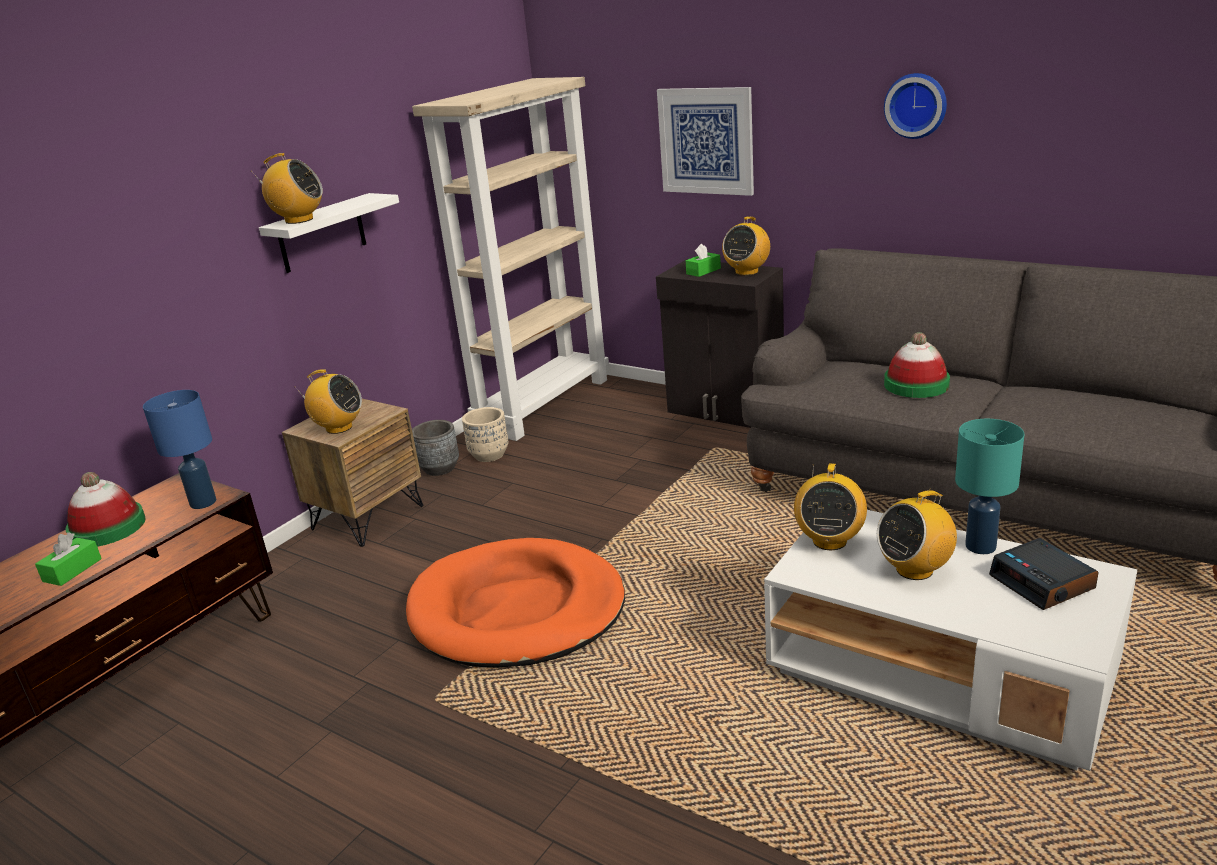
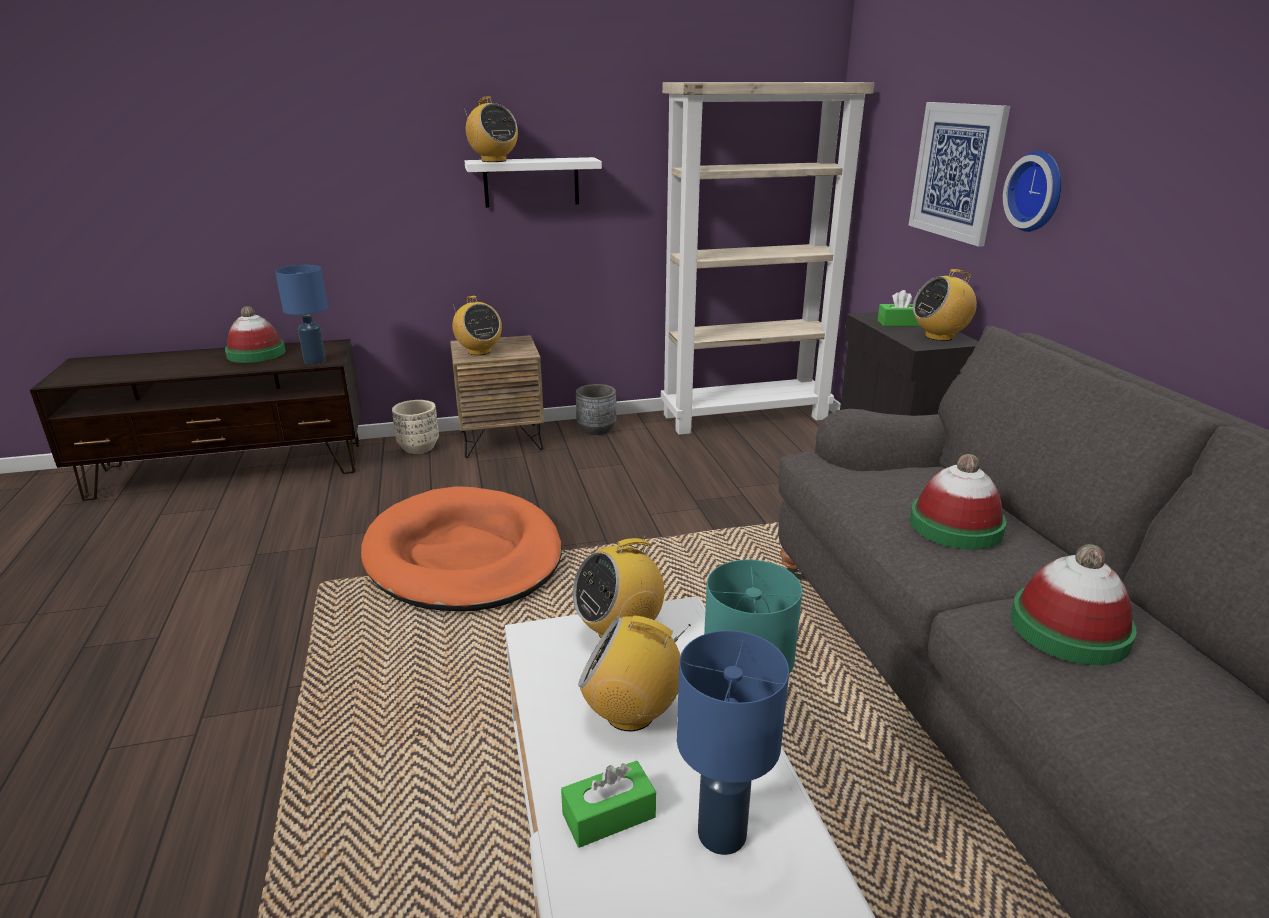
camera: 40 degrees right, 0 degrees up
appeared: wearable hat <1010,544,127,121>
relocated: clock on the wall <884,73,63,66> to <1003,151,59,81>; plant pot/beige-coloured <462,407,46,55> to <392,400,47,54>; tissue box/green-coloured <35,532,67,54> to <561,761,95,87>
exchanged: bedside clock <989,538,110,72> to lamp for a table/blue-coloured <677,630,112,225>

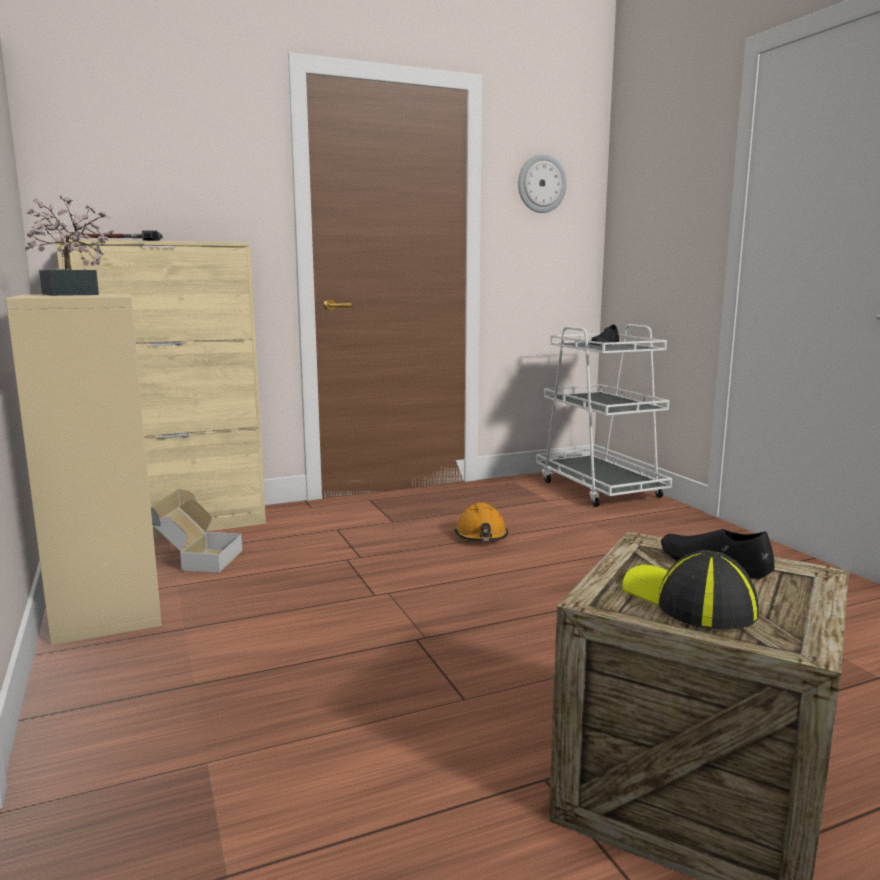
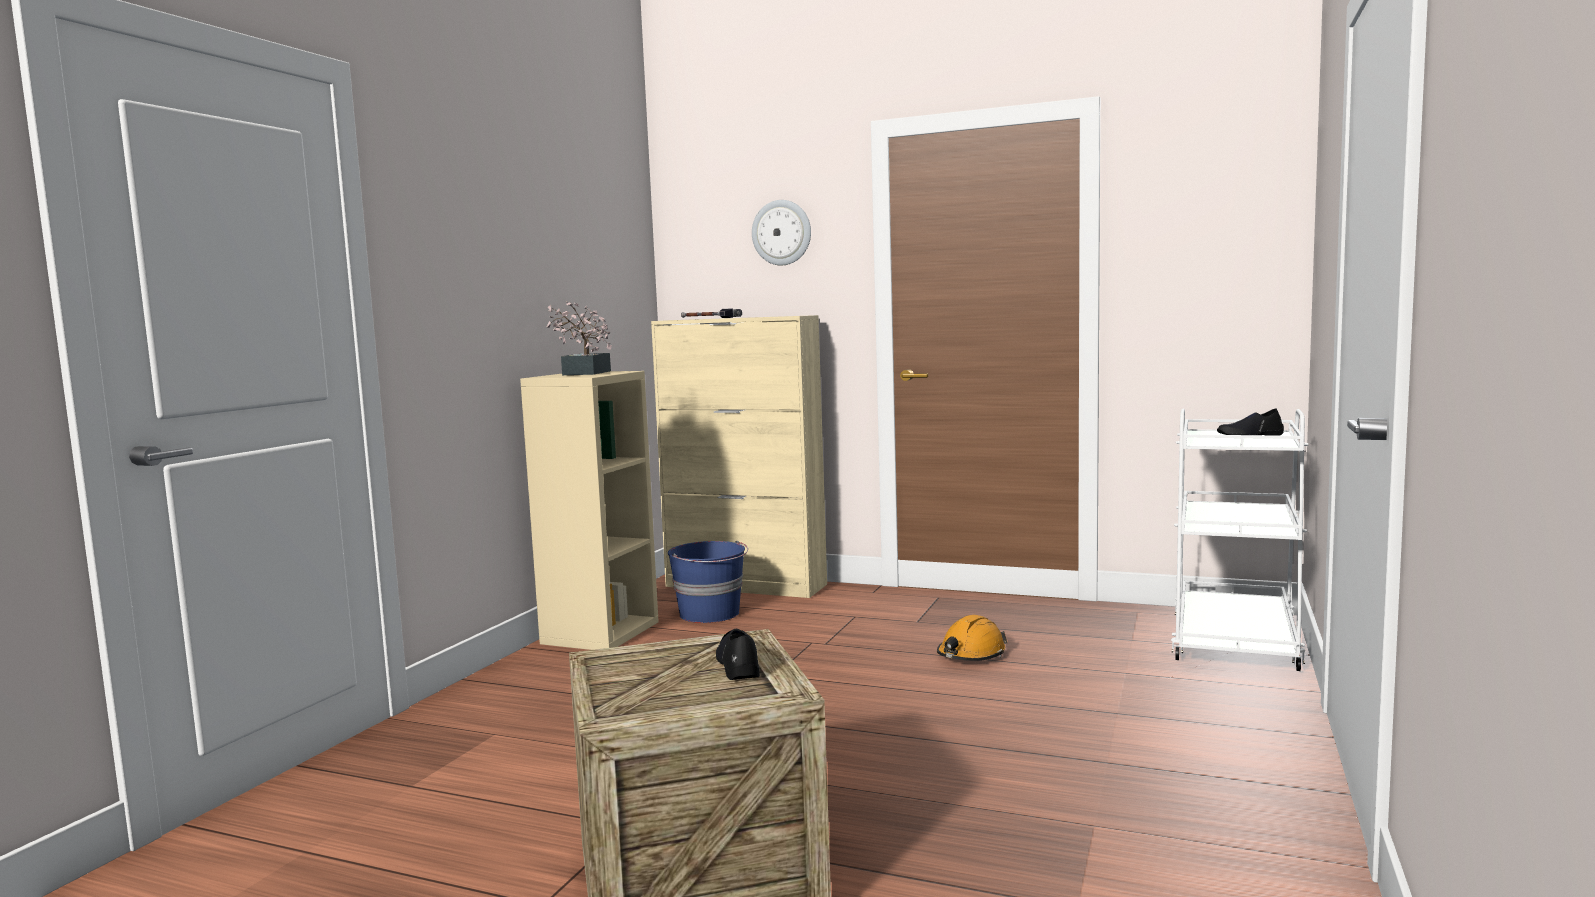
camera: 45 degrees right, 5 degrees down
missing: baseball cap <622,550,137,80>
relocated: clock on the wall <518,154,49,59> to <752,200,59,65>
exchanged: cardboard box <151,489,92,84> to pail/blue-coloured <668,541,80,82>

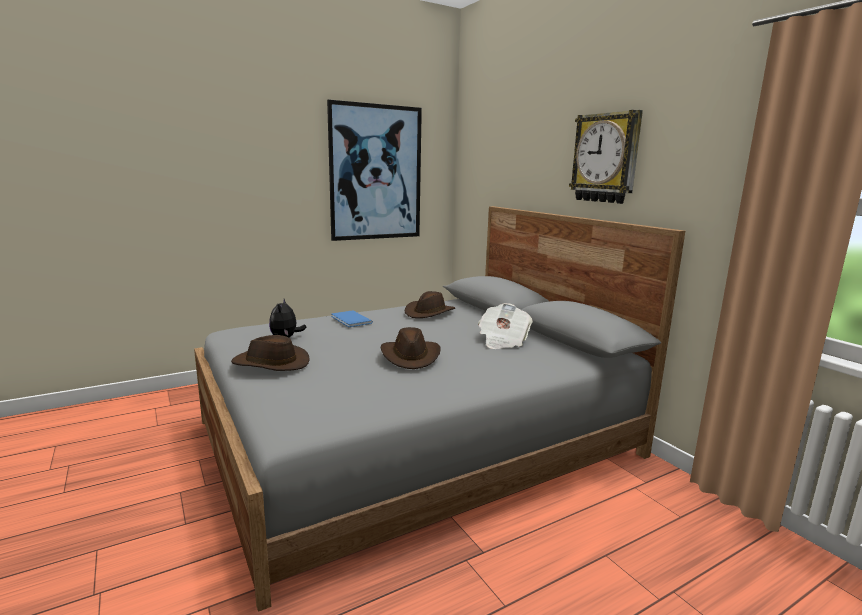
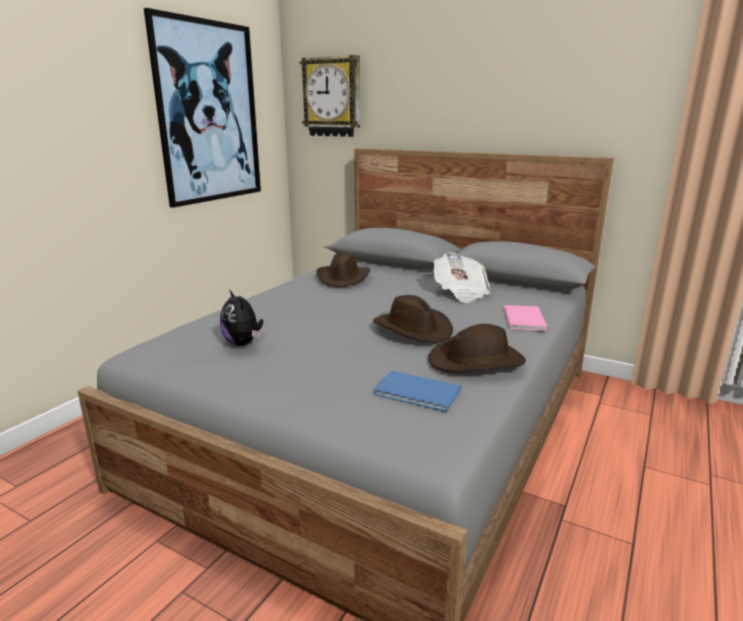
camera: 30 degrees left, 5 degrees up
appeared: book/pinkish <504,305,43,26>
relocated: clock on the wall <569,110,74,94> to <300,55,60,82>; book/blue-coloured <331,310,42,17> to <374,371,87,41>; wearable hat/brown <231,335,79,36> to <428,324,98,49>

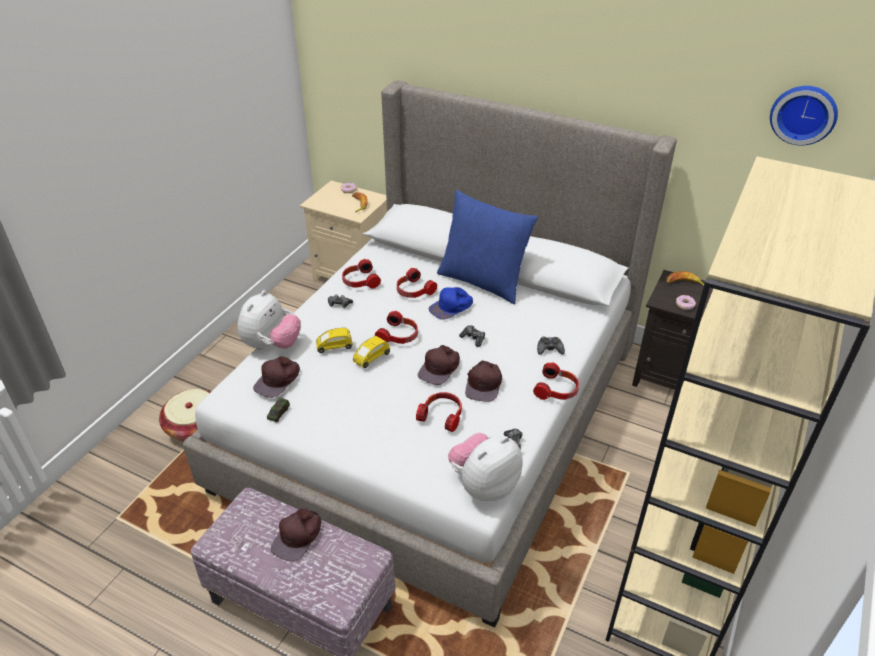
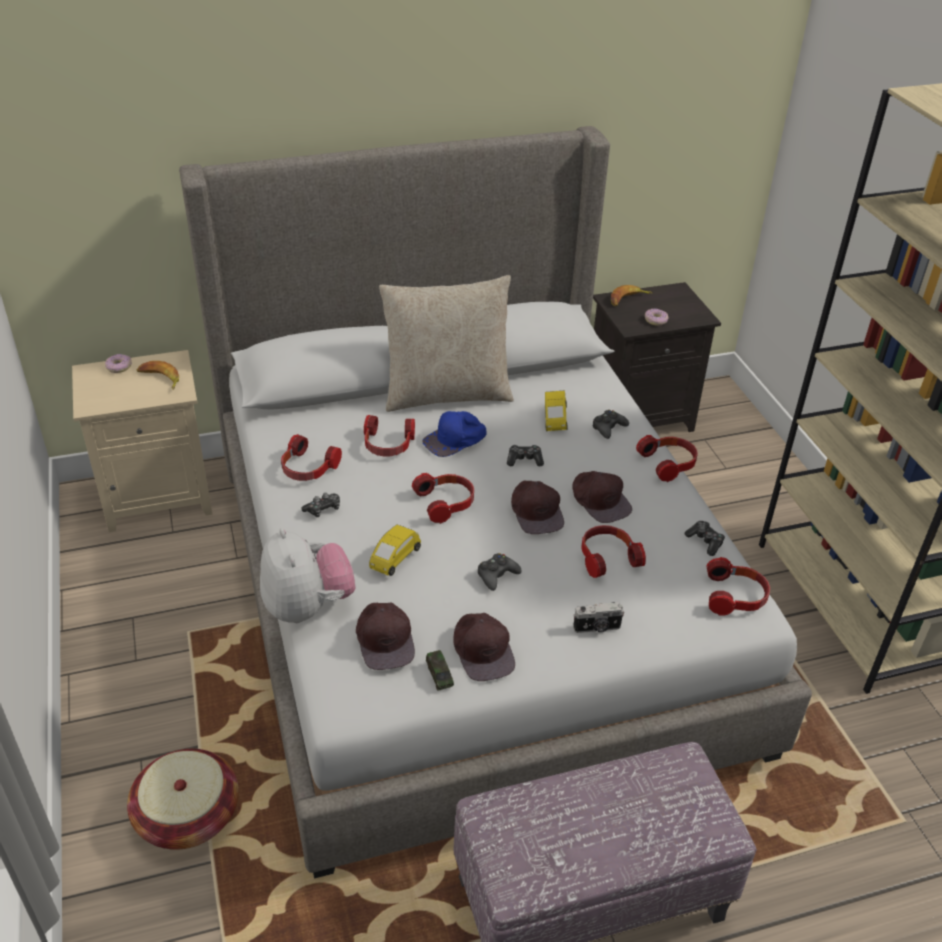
camera: 45 degrees left, 0 degrees up
missing: clock on the wall <770,86,68,60>
appeared: joypad/black <478,553,44,38>; still camera <573,602,51,31>
relocated: miniature car/yellow <353,336,37,32> to <545,391,23,40>; baseball cap/brown <271,509,50,52> to <453,613,62,68>
exchanged: cuddly toy <448,433,75,68> to headphones <706,557,64,58>
colour: pillow/blue-coloured <437,190,101,114> to pillow/beige-coloured <379,275,135,137>
spun: baseball cap/blue-coloured <429,287,44,33> = <422,411,65,46> 45 degrees clockwise

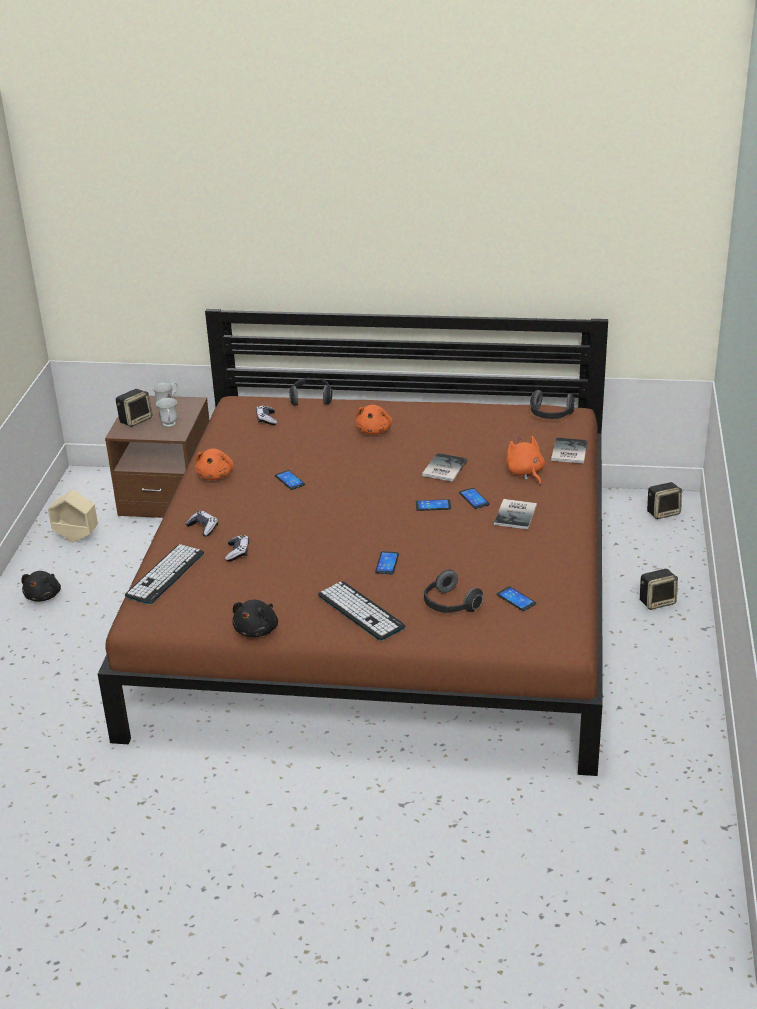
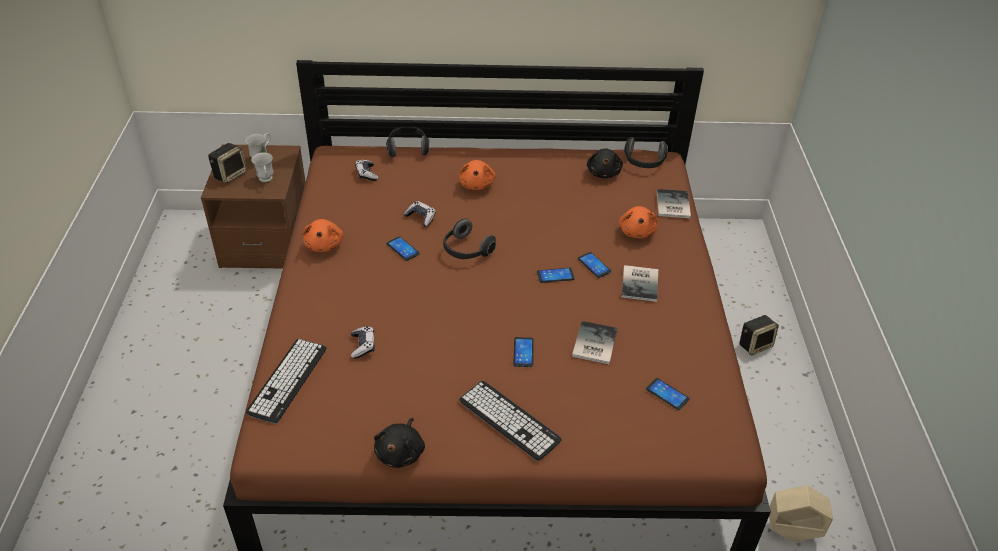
camera: 10 degrees left, 10 degrees up
missing: speaker <647,482,35,37>
relocated: book <422,453,46,29> to <572,321,46,43>; plant pot/beige-coloured <48,490,50,53> to <769,485,64,57>; joypad <186,511,32,26> to <404,201,32,26>; headphones <424,570,59,43> to <443,218,53,41>; cuddly toy/black <21,571,40,31> to <587,148,36,30>
spun: cuddly toy/orange <506,436,39,49> = <619,206,39,32> 150 degrees counterclockwise

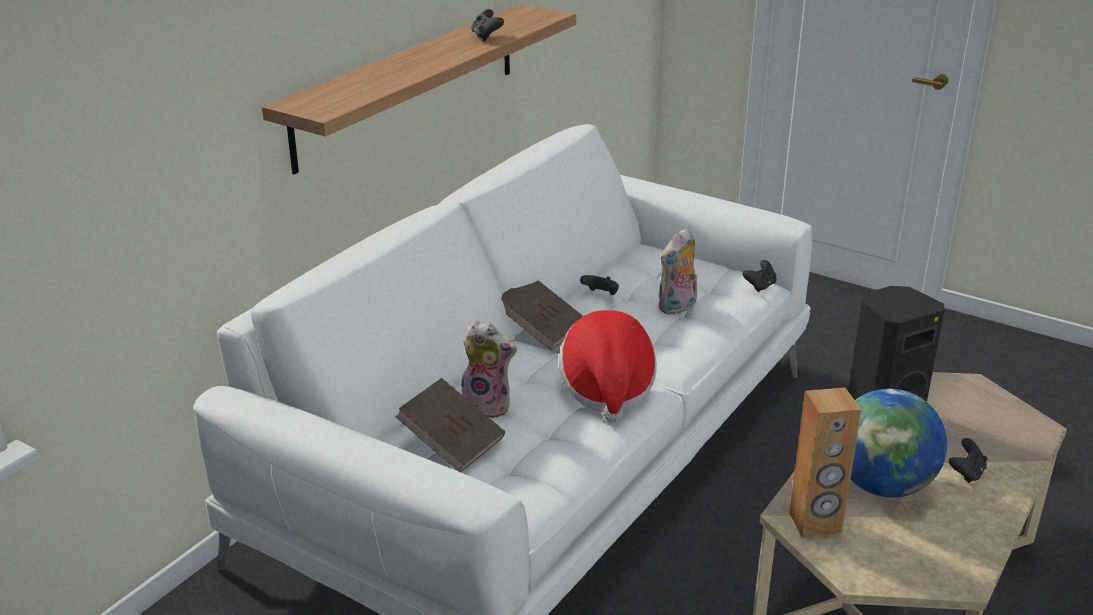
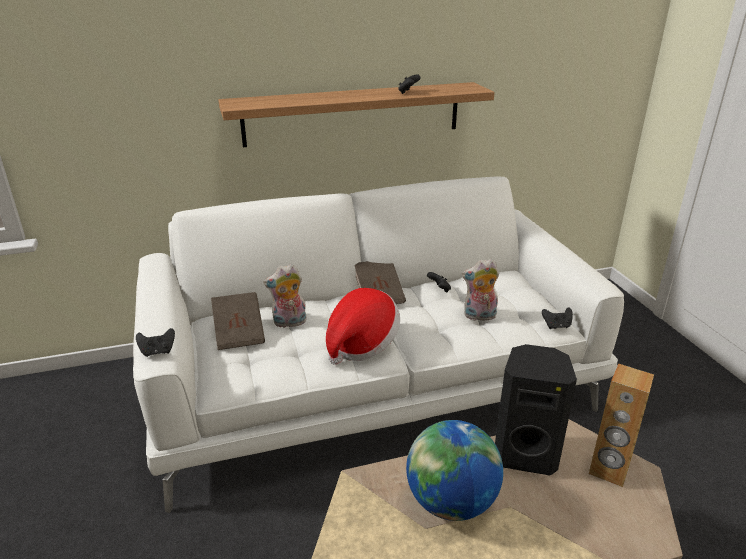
camera: 40 degrees right, 0 degrees up
relocated: speaker/brown <789,387,73,151> to <589,364,65,123>; joypad/black <949,438,38,45> to <136,328,39,29>
spun: cuddly toy <461,321,56,98> = <263,264,44,64> 105 degrees clockwise

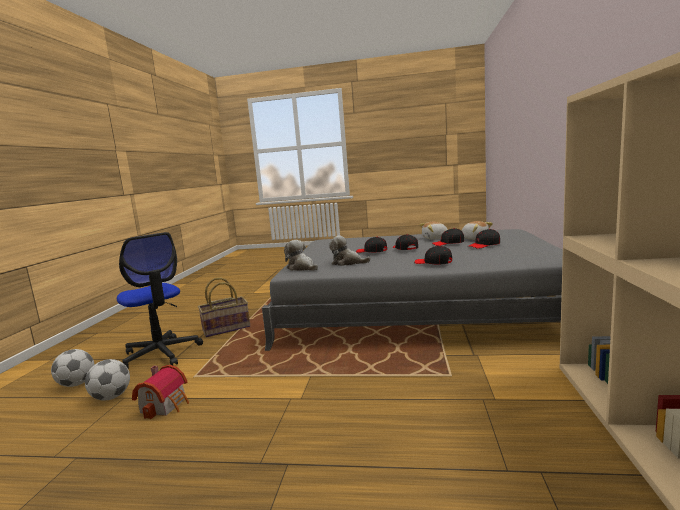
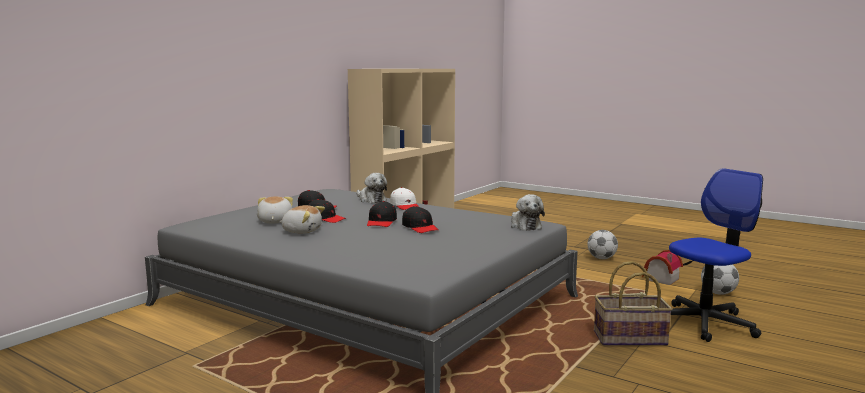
camera: 155 degrees left, 0 degrees up
relocated: cuddly toy <329,236,41,30> to <357,173,30,30>; ball for football <51,349,43,38> to <587,230,31,29>
colour: baseball cap/black <414,245,38,19> to baseball cap/white <390,187,29,23>
spun: computer chair <117,232,86,137> = <669,168,94,174> 75 degrees clockwise

